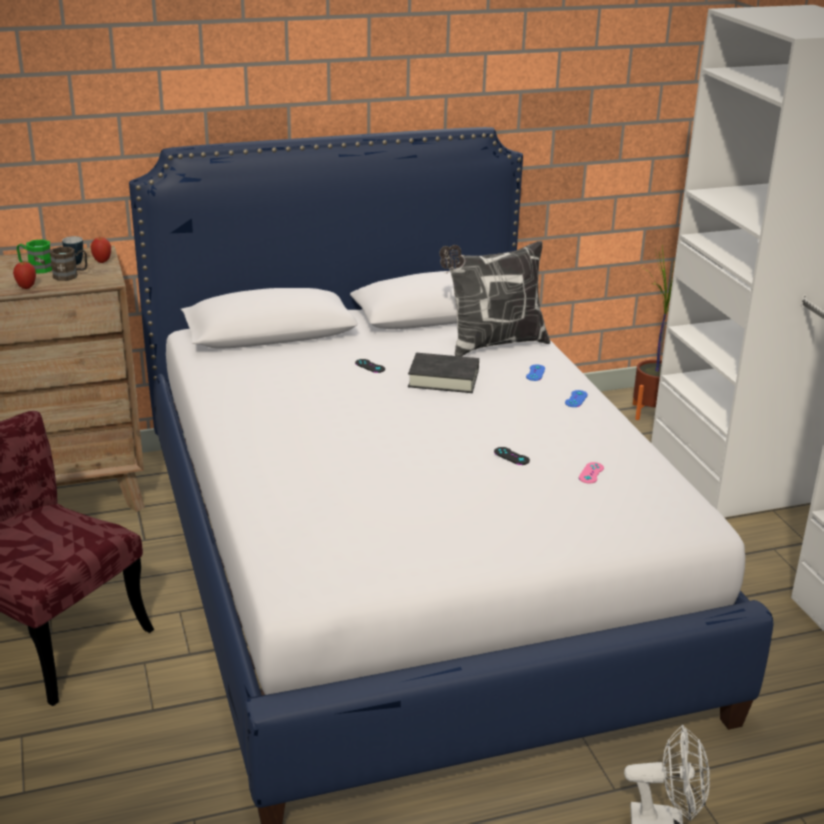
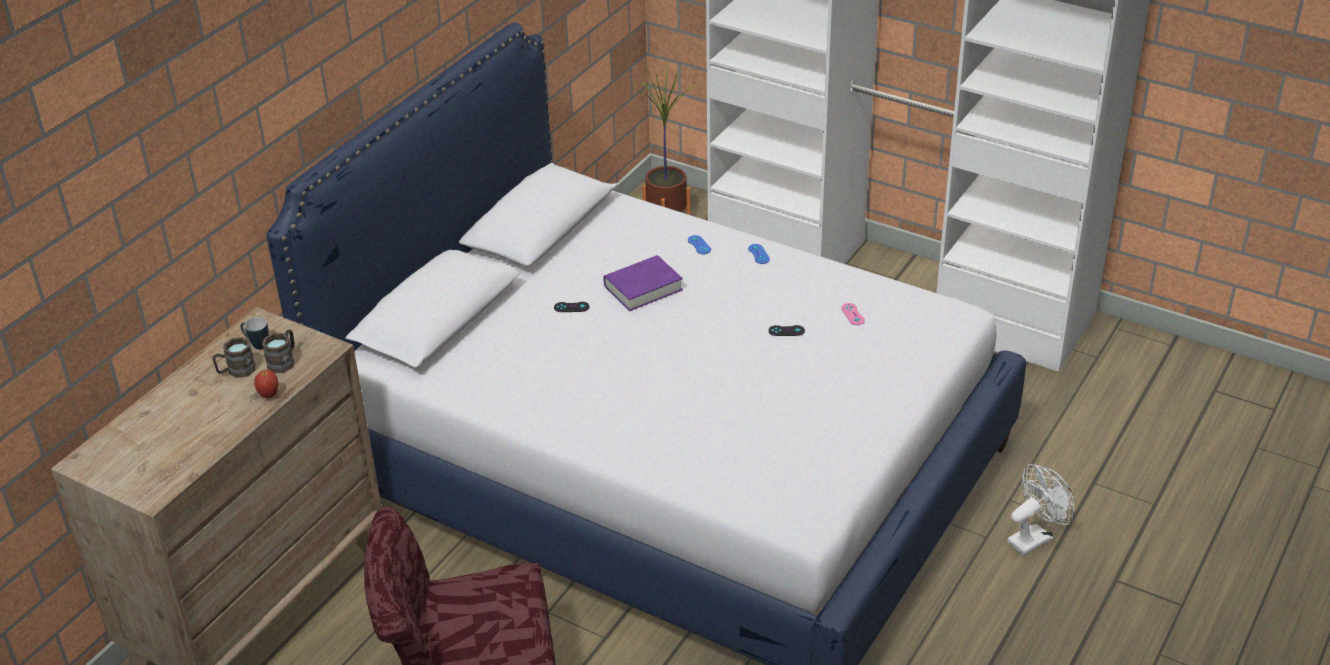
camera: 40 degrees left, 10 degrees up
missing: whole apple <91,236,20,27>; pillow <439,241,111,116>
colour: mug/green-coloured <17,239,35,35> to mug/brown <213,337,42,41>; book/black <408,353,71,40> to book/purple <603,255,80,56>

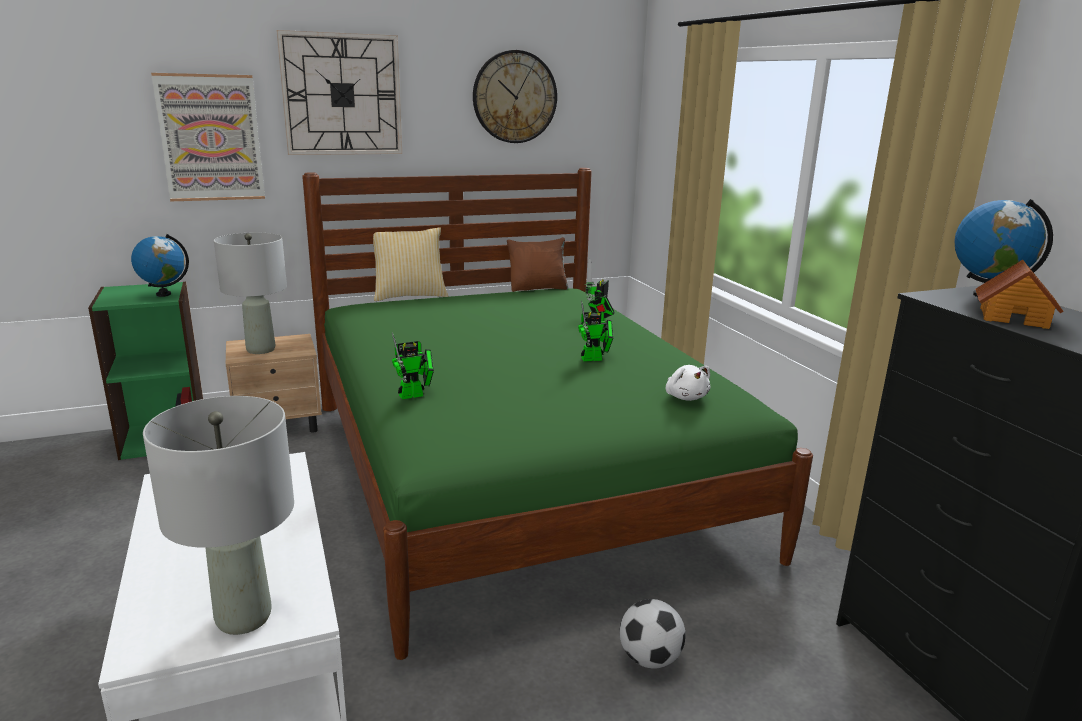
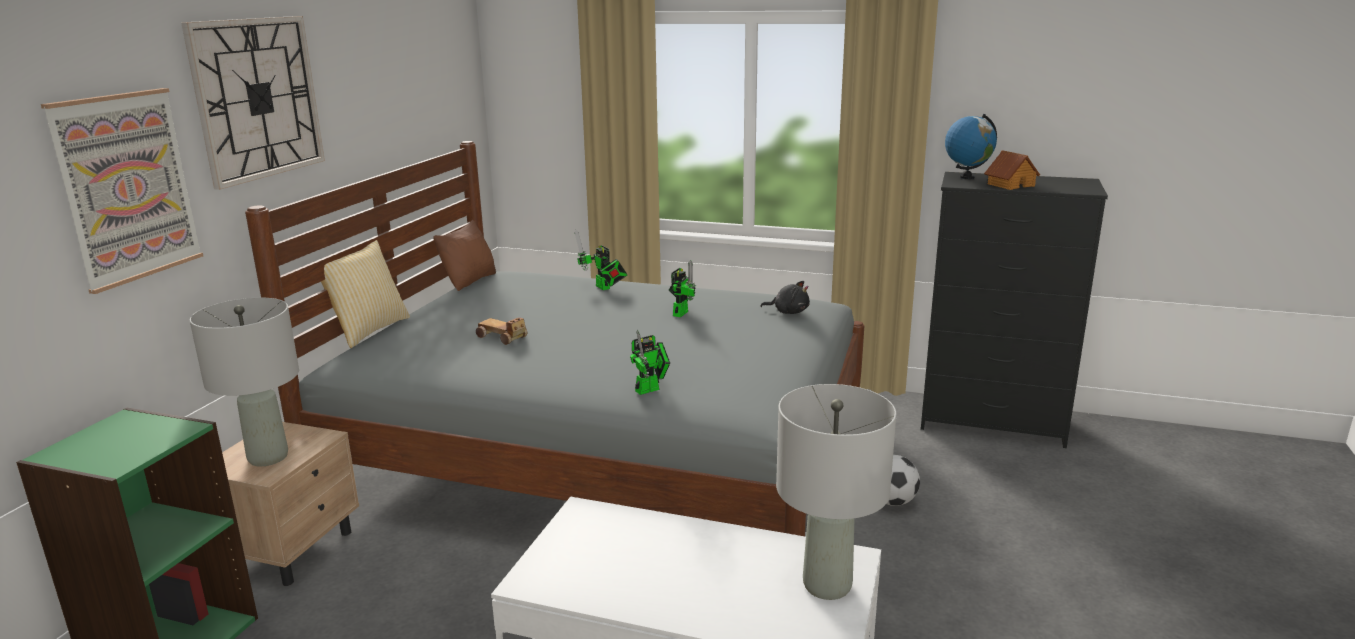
camera: 50 degrees left, 0 degrees up
missing: clock on the wall <473,50,84,93>; desk globe <131,234,58,63>
appeared: miniature car <476,317,51,28>
colour: bedroom bed/green-coloured <302,168,511,492> to bedroom bed/gray <245,141,619,395>; cuddly toy/white <666,365,44,36> to cuddly toy/black <760,281,50,33>
spun: model robot <392,332,42,68> = <630,330,40,65> 45 degrees clockwise

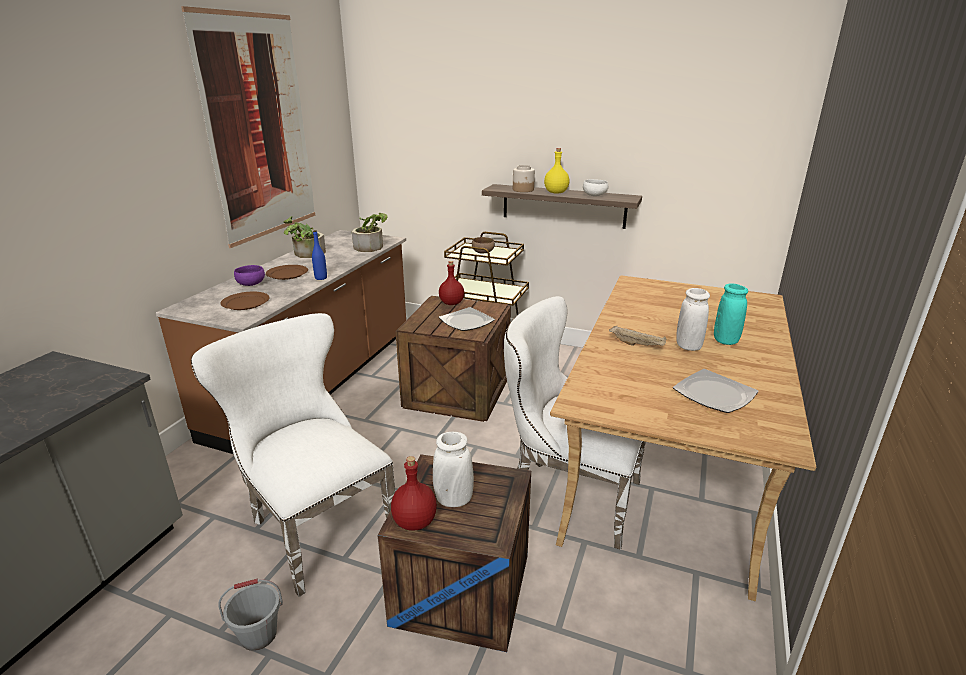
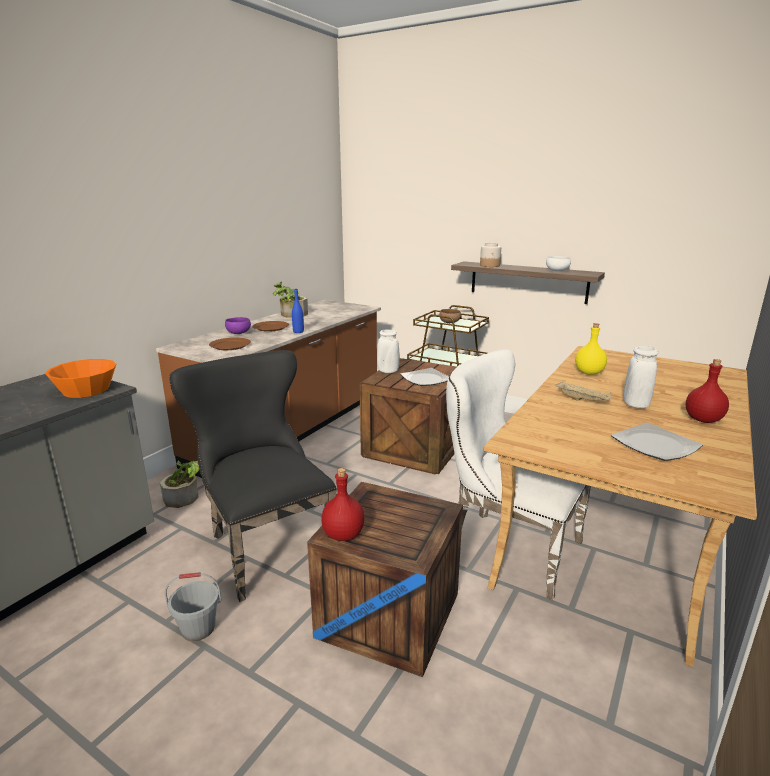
camera: 10 degrees right, 5 degrees down
missing: picture <181,6,134,242>; decorative vase/turquoise-coloured <714,283,34,62>
appeared: serving bowl/orange <45,359,71,39>
relocated: beverage bottle/yellow <544,148,25,46> to <575,323,32,52>; houseplant <352,213,36,39> to <160,460,39,48>; beverage bottle/red <439,261,25,44> to <686,359,43,64>; decorative vase/white <433,432,41,75> to <377,329,23,44>
colour: chair/white <191,313,204,284> to chair/black <169,350,168,252>

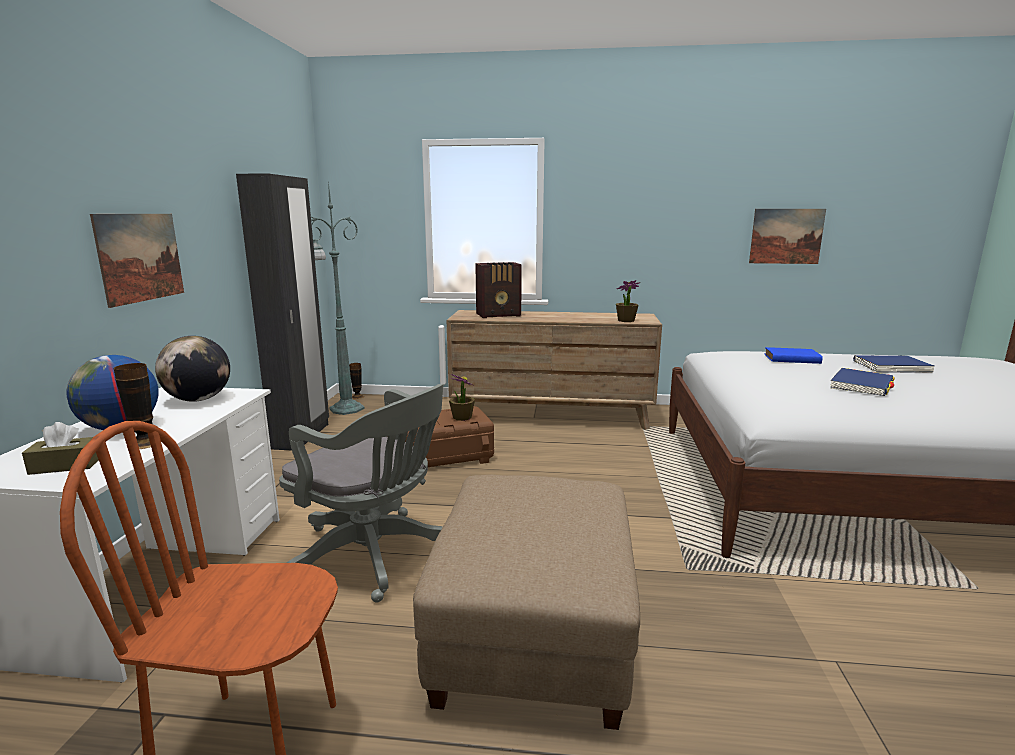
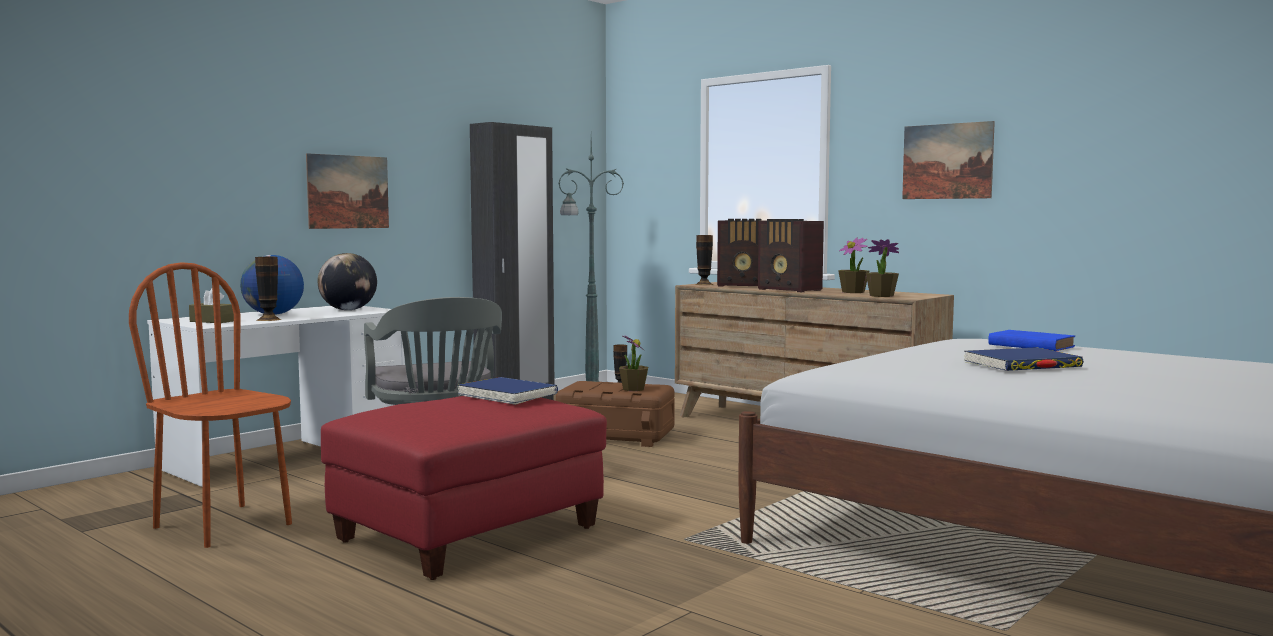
camera: 35 degrees right, 10 degrees down
appeared: radio <758,219,66,73>; decorative vase <695,235,18,50>; houseplant <838,237,31,56>
relocated: picture <749,209,77,55> to <902,121,93,78>; book/blue-coloured <853,355,81,18> to <458,377,100,28>
colour: ottoman/beige-coloured <413,475,227,255> to ottoman/red <321,396,286,184>

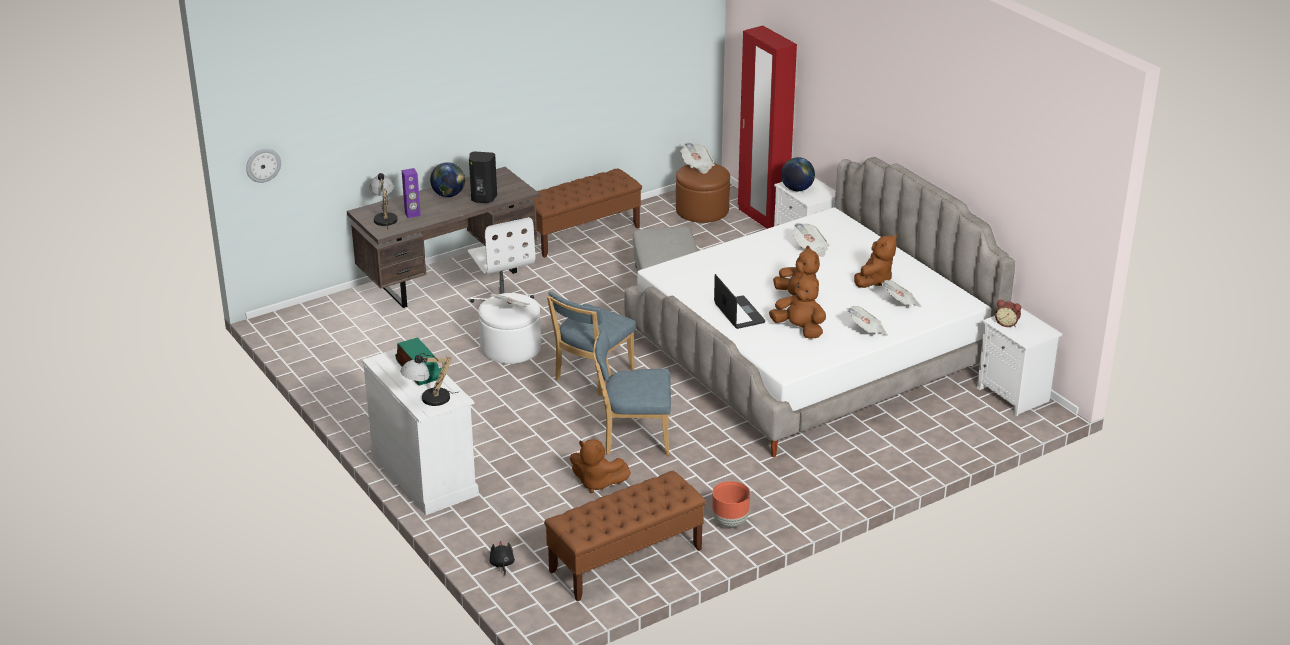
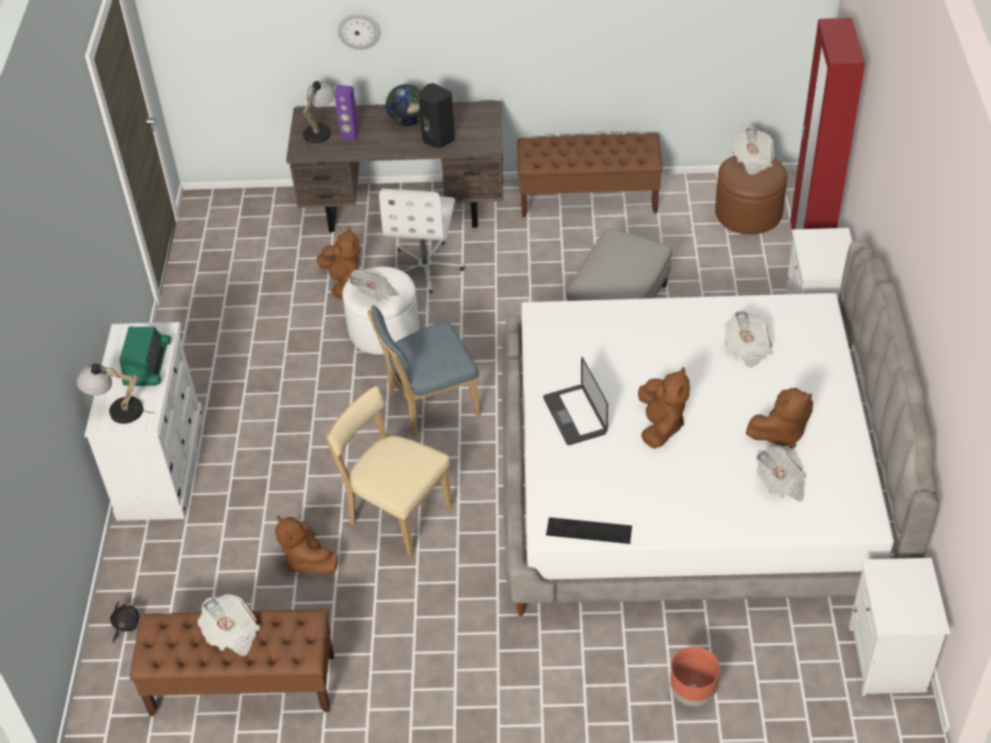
camera: 35 degrees right, 15 degrees up
missing: desk globe <781,157,34,34>; bedside clock <995,300,26,27>
appeared: PC keyboard <546,517,86,27>
relocated: clock on the wall <246,149,35,34> to <338,14,42,36>; cuddly toy/brown <769,272,57,67> to <317,227,43,72>; printed paper <847,306,41,29> to <198,594,62,62>; plant pot/brown <712,481,38,47> to <670,647,50,60>
colour: chair/blue-coloured <593,329,78,126> to chair/beige-coloured <325,386,128,171>
spun: portable computer <714,274,51,55> = <543,356,65,89> 150 degrees clockwise

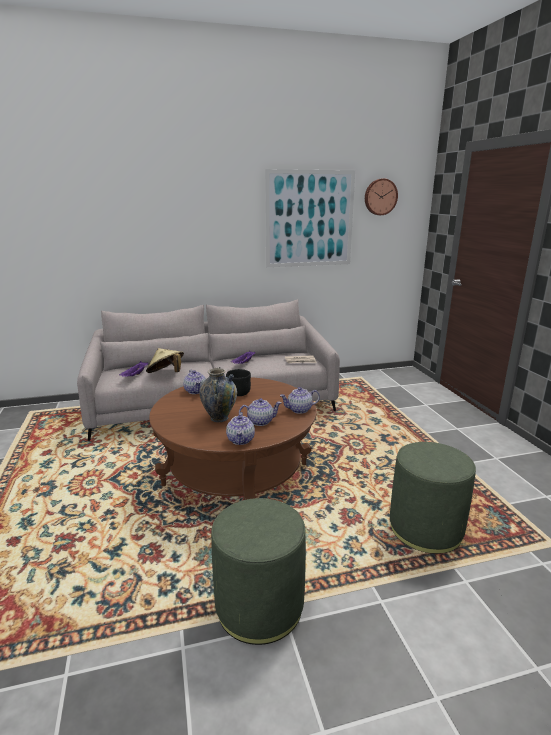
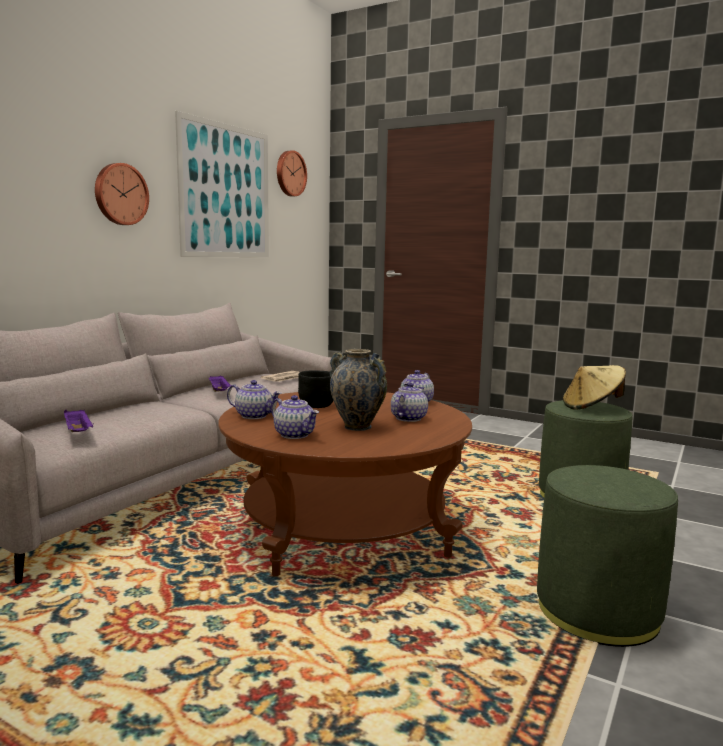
camera: 45 degrees left, 10 degrees down
appeared: clock on the wall <95,163,54,62>
relocated: wearable hat/beige-coloured <146,348,38,25> to <563,365,63,45>; teapot <226,412,29,33> to <272,395,47,44>

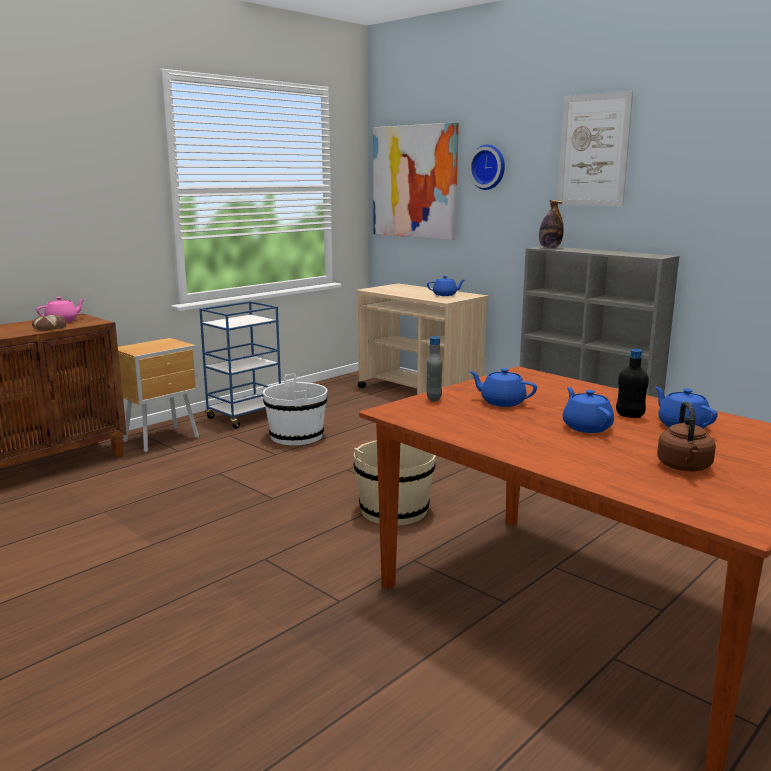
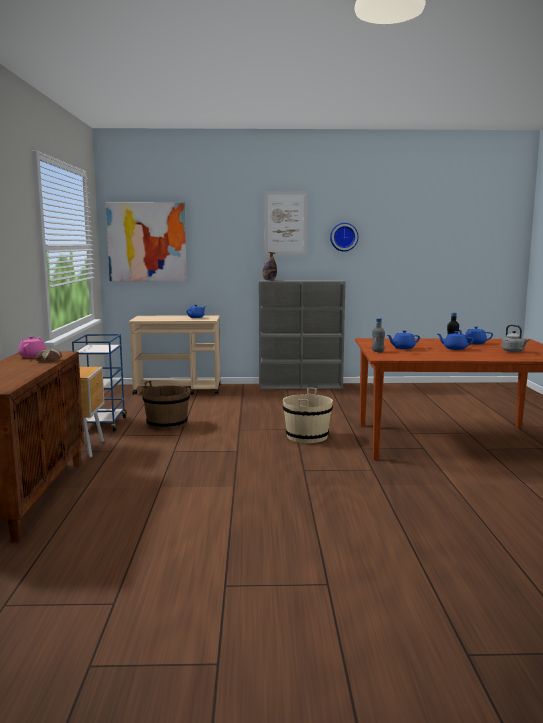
camera: 45 degrees left, 5 degrees down
relocated: clock on the wall <468,145,37,45> to <330,223,28,29>
colour: pail/white <263,374,64,71> to pail/brown <142,381,48,49>; kettle/brown <657,401,59,70> to kettle/gray <502,325,27,27>

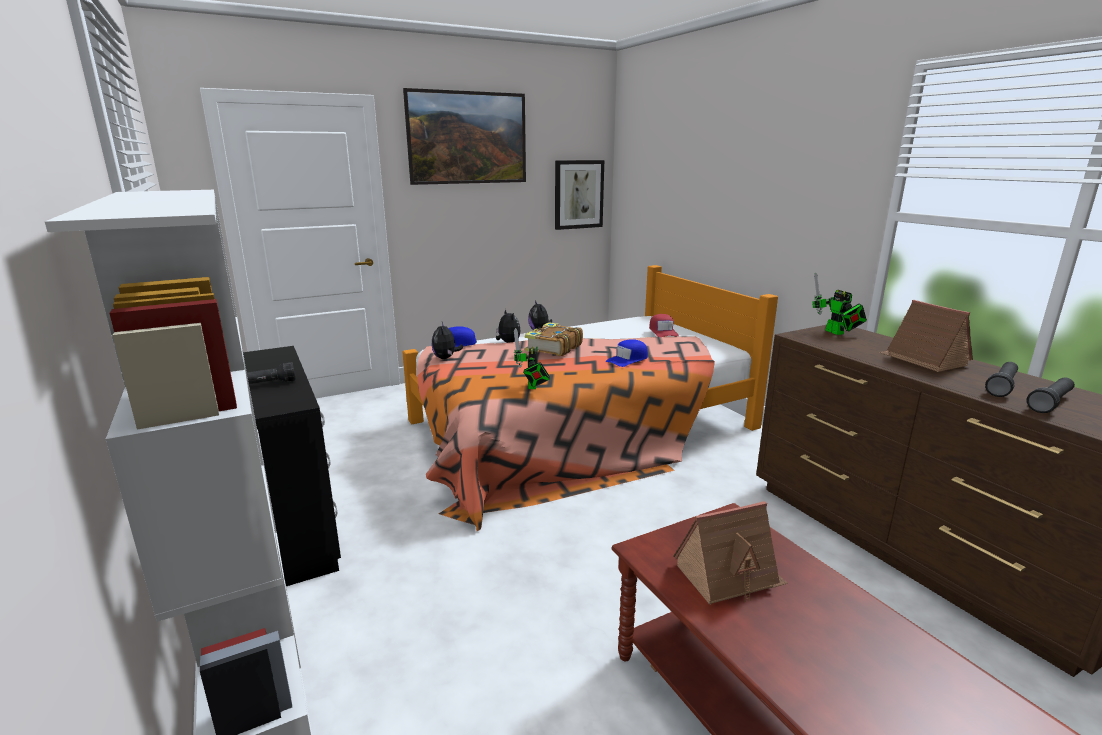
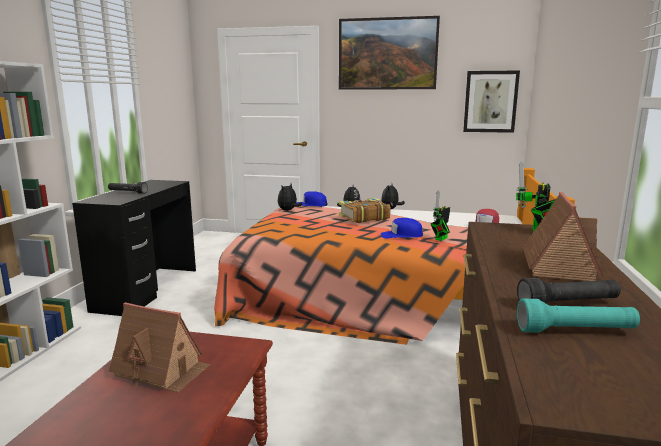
camera: 40 degrees right, 5 degrees down
relocated: model robot <513,328,37,61> to <431,190,19,51>
colour: flashlight/black <1027,378,48,35> to flashlight/turquoise-coloured <517,299,123,33>

